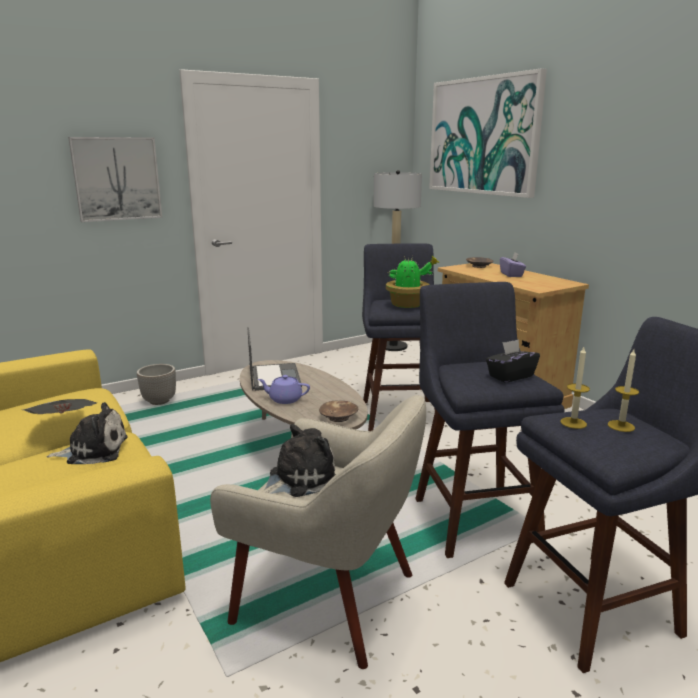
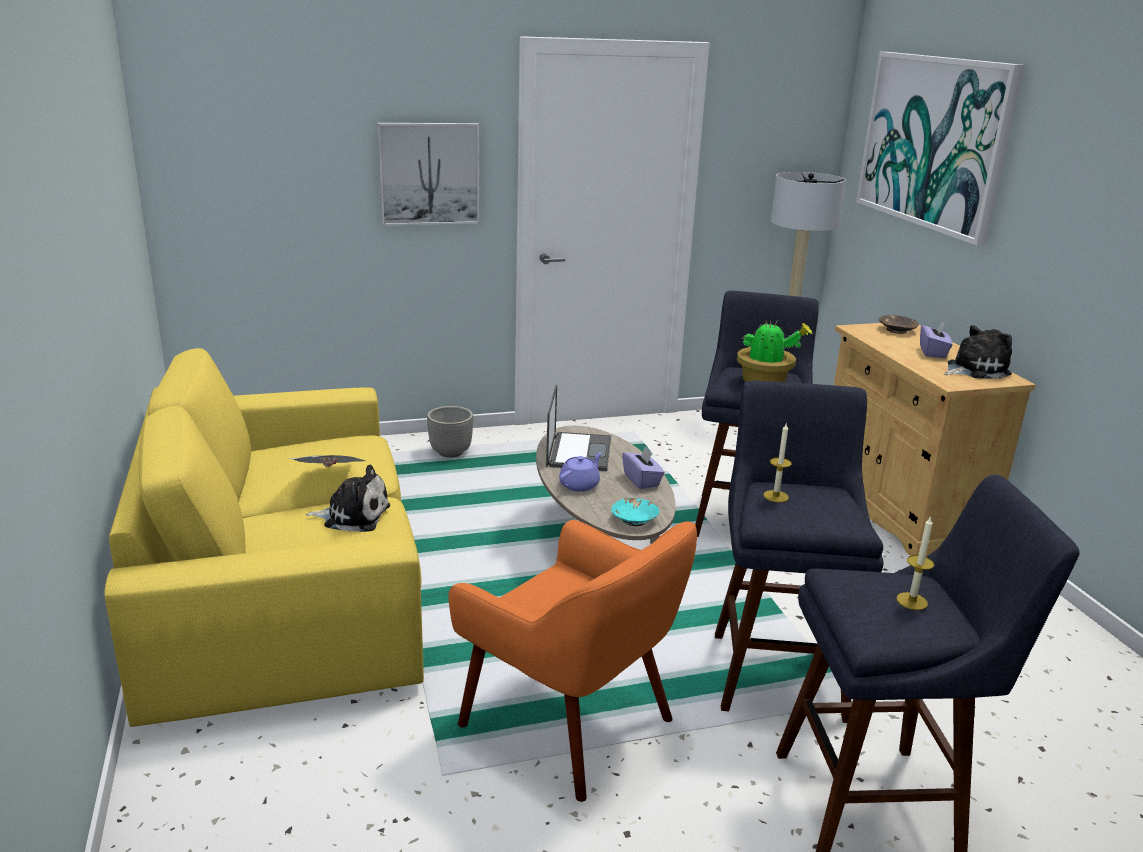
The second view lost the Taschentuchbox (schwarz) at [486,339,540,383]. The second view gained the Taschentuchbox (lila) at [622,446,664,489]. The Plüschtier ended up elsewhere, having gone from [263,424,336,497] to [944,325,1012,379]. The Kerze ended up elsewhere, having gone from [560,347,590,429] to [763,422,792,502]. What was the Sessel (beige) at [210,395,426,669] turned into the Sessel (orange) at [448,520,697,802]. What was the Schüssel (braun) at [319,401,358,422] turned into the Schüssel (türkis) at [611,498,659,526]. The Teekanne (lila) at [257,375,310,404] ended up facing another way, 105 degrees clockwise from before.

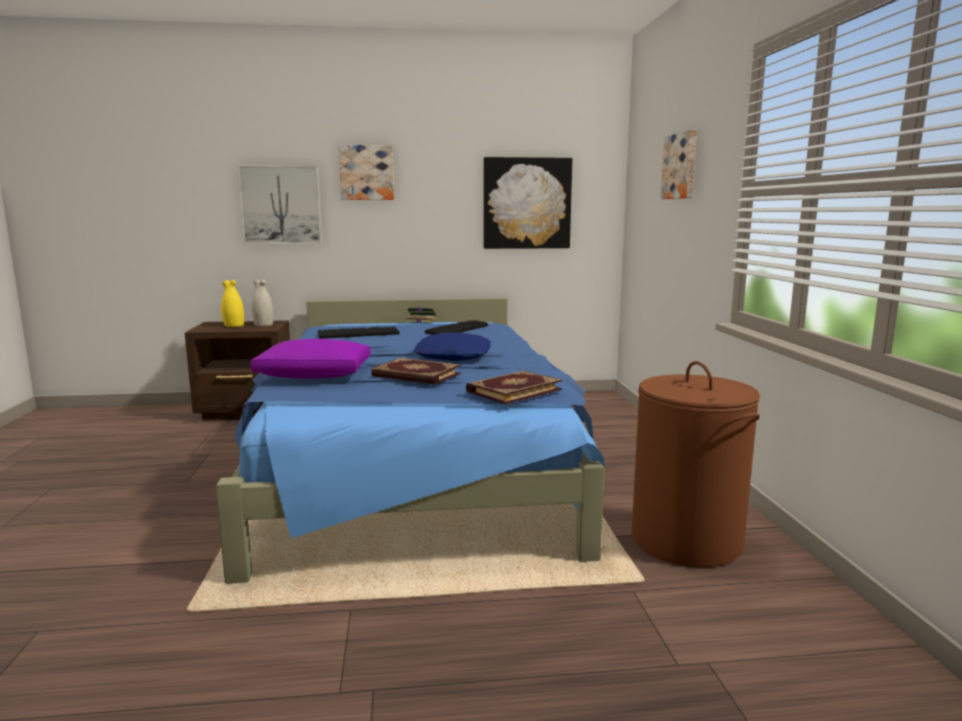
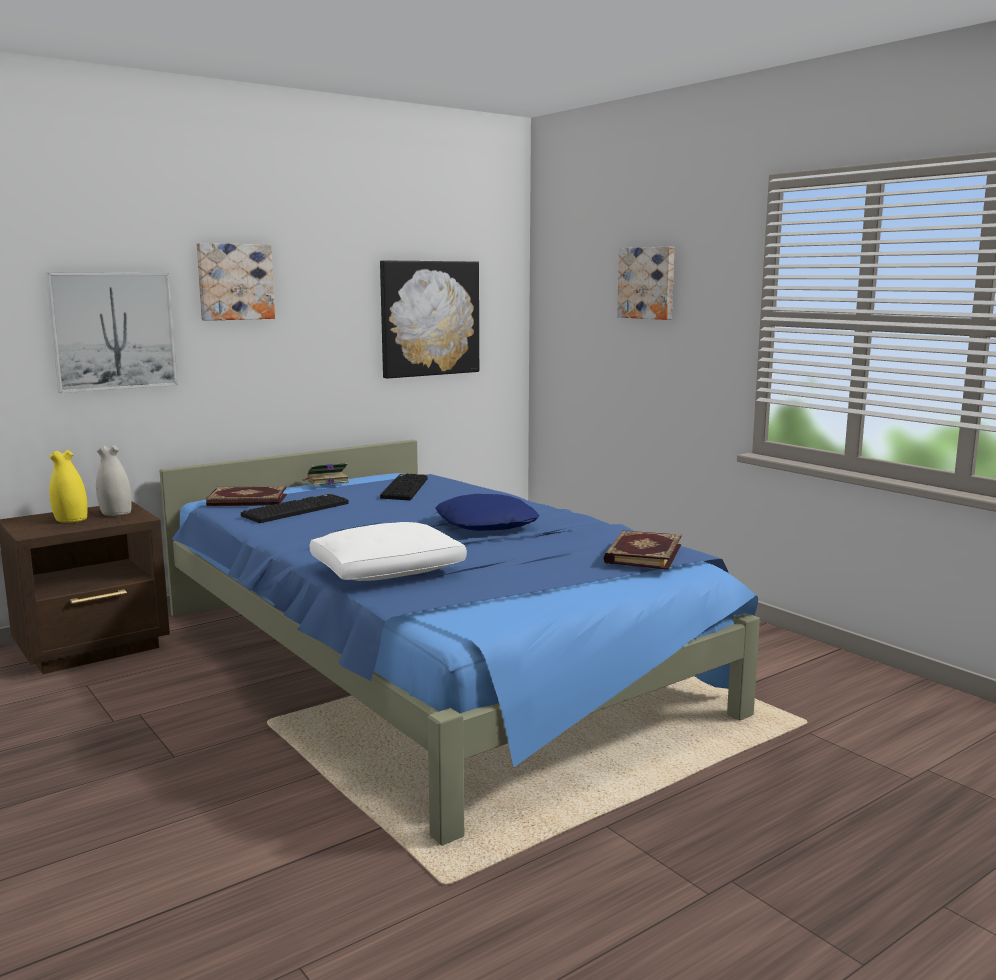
The second view lost the Wäschekorb (braun) at [631,361,760,567]. The Buch ended up elsewhere, having gone from [371,358,461,385] to [206,486,287,506]. What was the Kissen (lila) at [250,339,371,379] turned into the Kissen (weiß) at [310,522,467,581].

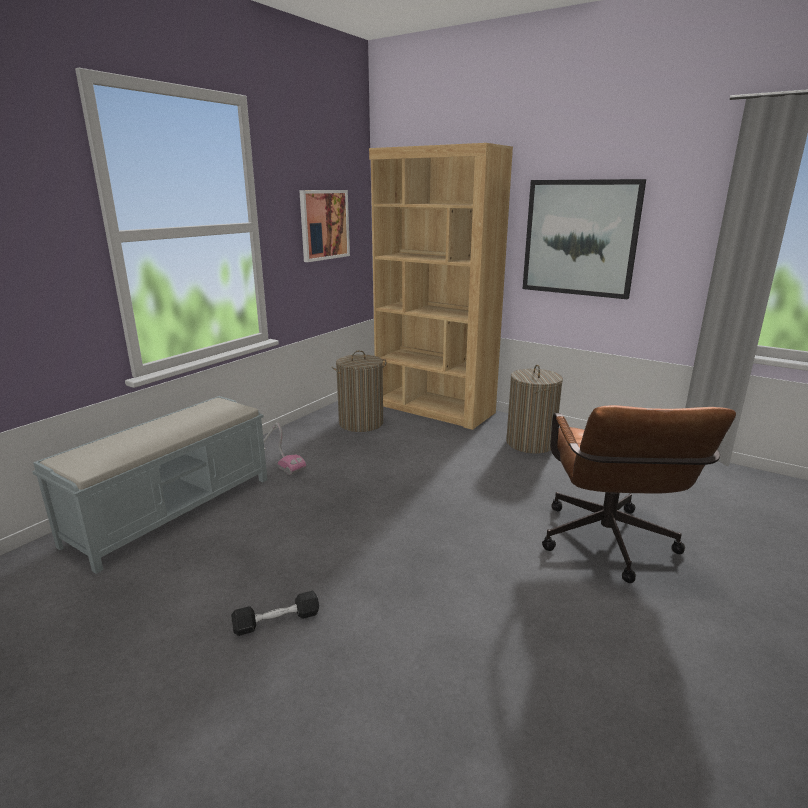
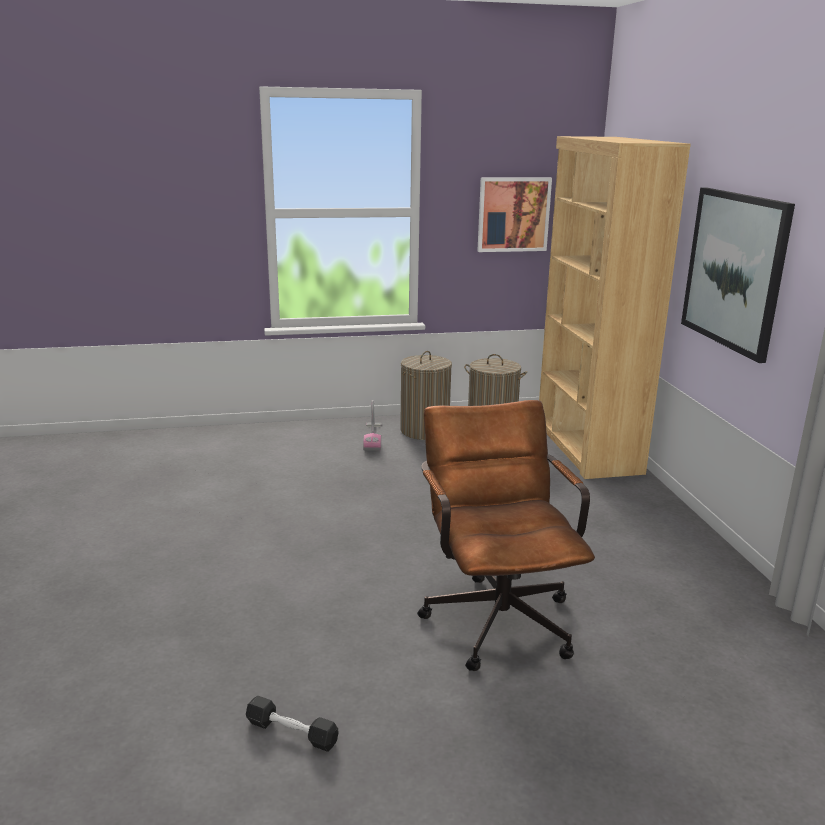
The second view lost the Bank (grau) at [32,396,267,574]. The Hantel (schwarz) ended up elsewhere, having gone from [231,591,319,636] to [246,696,339,752]. The Wäschekorb ended up elsewhere, having gone from [506,364,563,453] to [400,351,452,440]. The Bürostuhl (braun) at [542,405,736,583] ended up facing another way, 120 degrees clockwise from before.

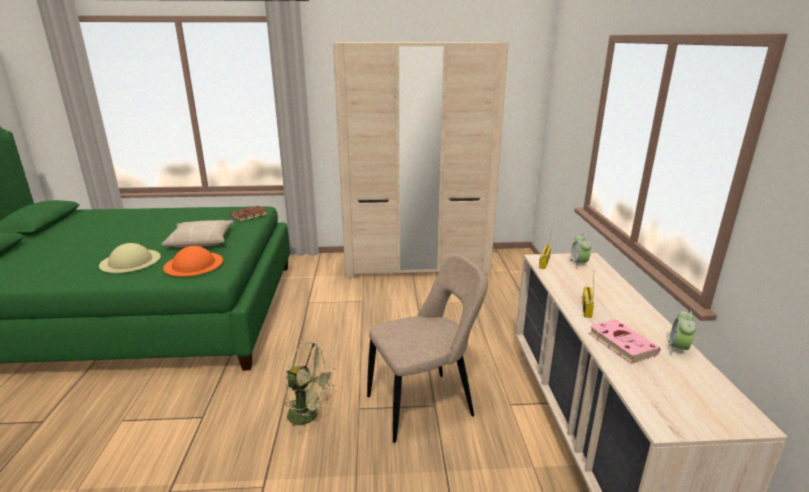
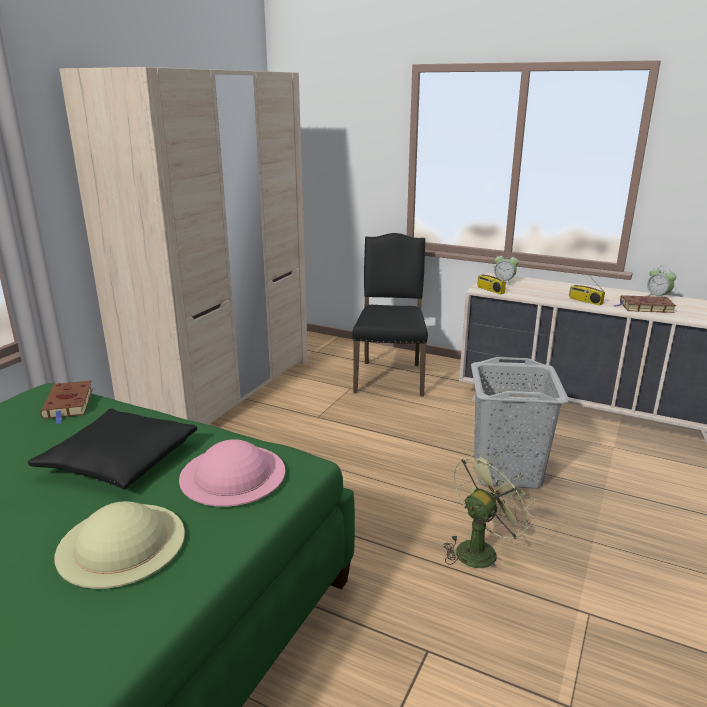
The second view gained the Stuhl (schwarz) at [352,233,428,396]. Where the Stuhl (beige) stood at [367,255,488,443], the Wäschekorb (grau) came to stand at [471,357,569,489]. What was the Kissen (beige) at [162,220,234,247] turned into the Kissen (schwarz) at [28,408,197,489]. What was the Hut (orange) at [163,246,223,277] turned into the Hut (rosa) at [179,439,285,507]. What was the Buch (rosa) at [589,319,661,364] turned into the Buch (braun) at [614,295,676,313].

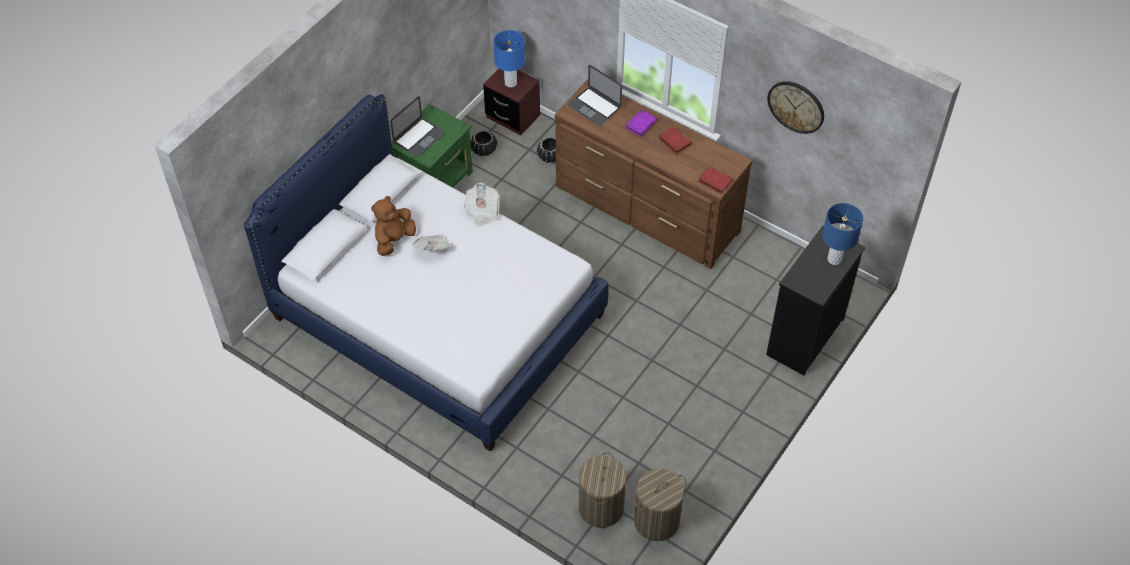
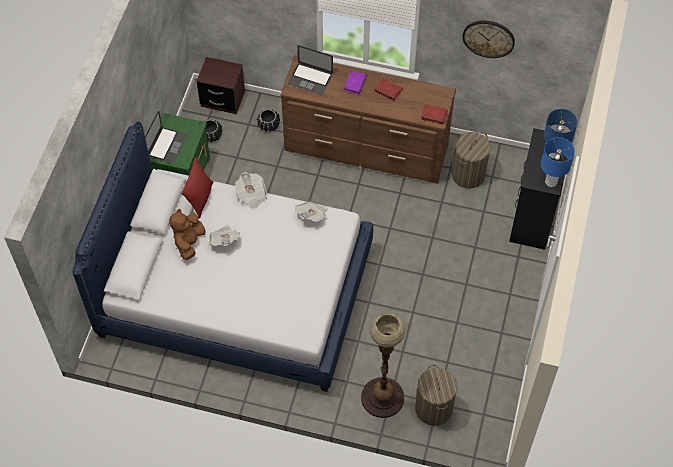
The second view gained the Kissen (rot) at [181,157,214,219]. The second view gained the Zeitung at [295,201,328,222]. The second view gained the Stehlampe at [361,313,406,418]. The Tischlampe (blau) ended up elsewhere, having gone from [494,30,525,87] to [541,137,575,187]. The Wäschekorb ended up elsewhere, having gone from [634,469,686,541] to [452,132,491,188].

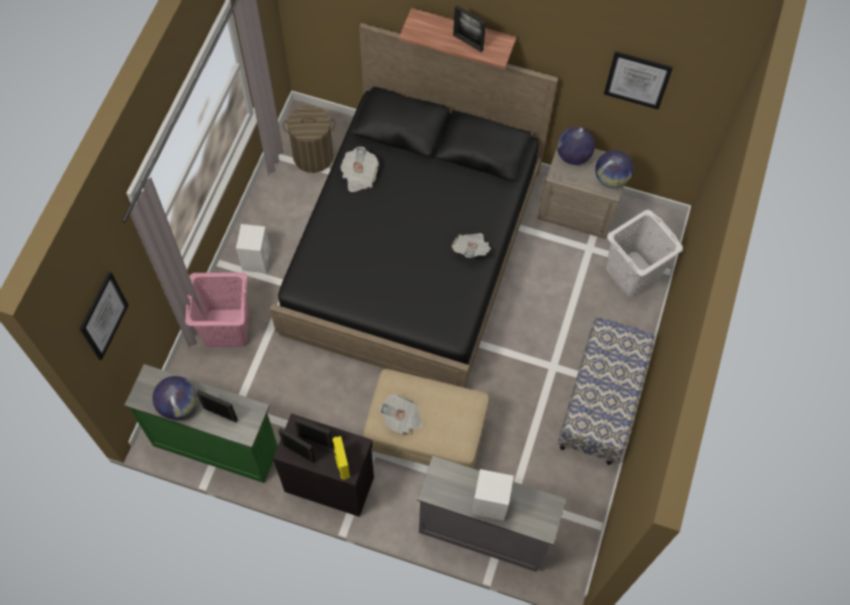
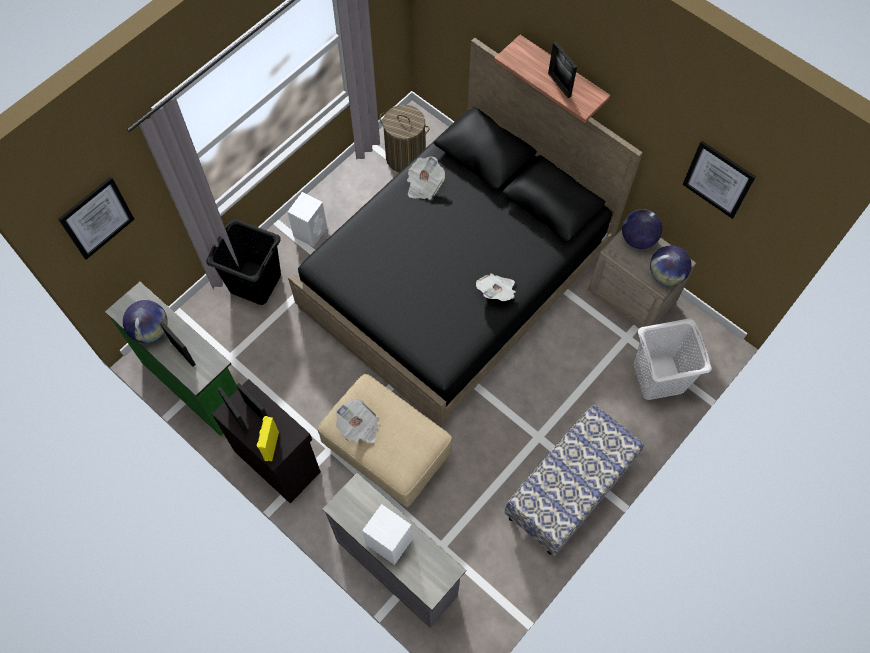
What was the Wäschekorb (rosa) at [185,273,249,347] turned into the Wäschekorb (schwarz) at [206,219,281,305].

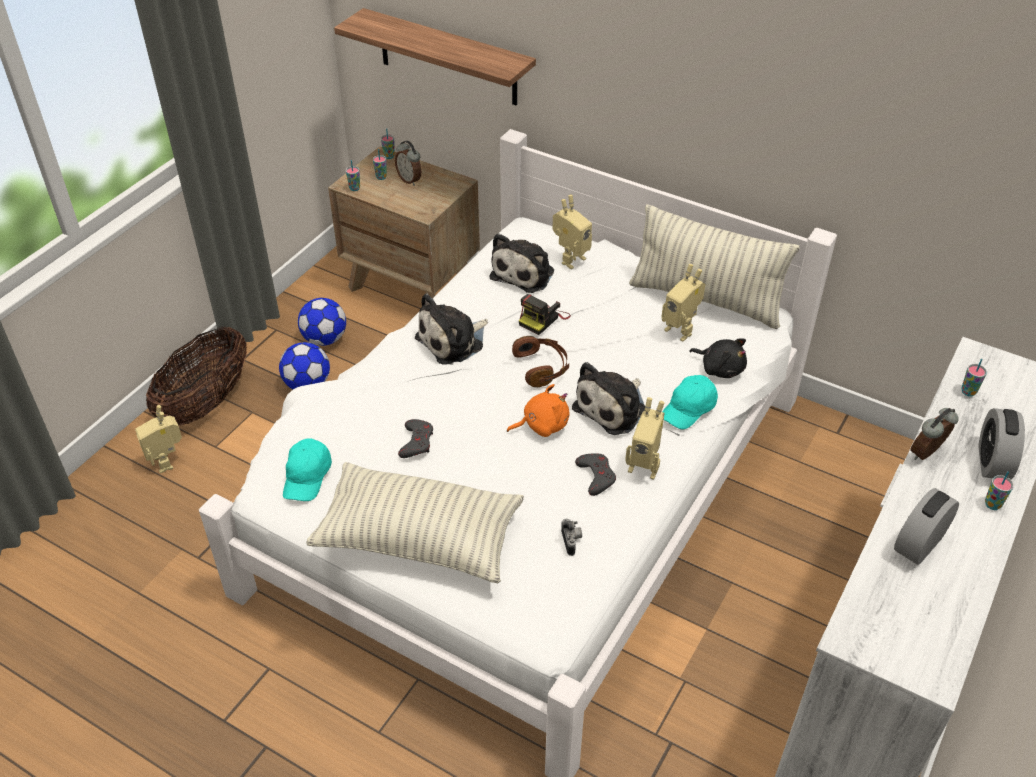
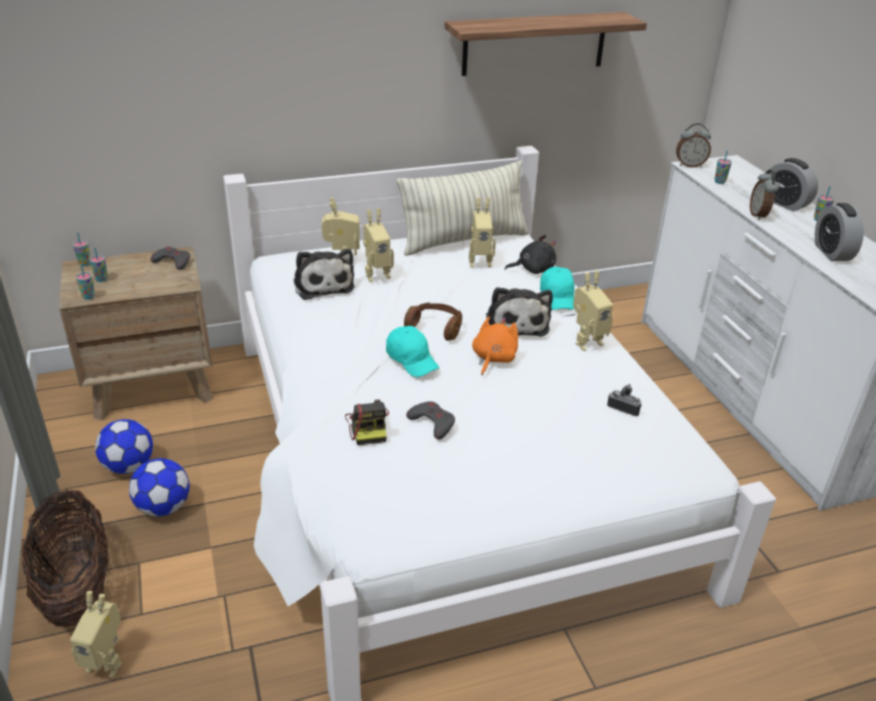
The second view lost the Kissen at [306,462,524,583]. The second view lost the Plüschtier at [415,294,488,365]. The second view gained the Spielzeugroboter at [363,208,394,282]. The Kappe (türkis) ended up elsewhere, having gone from [283,438,332,501] to [386,326,439,377]. The Wandregal ended up elsewhere, having gone from [334,8,536,105] to [444,12,647,76]. The Wecker ended up elsewhere, having gone from [395,141,422,186] to [676,123,711,167]. The Kamera ended up elsewhere, having gone from [519,294,571,335] to [345,399,389,445]. The Gamepad (grau) ended up elsewhere, having gone from [575,453,616,496] to [150,246,190,270].

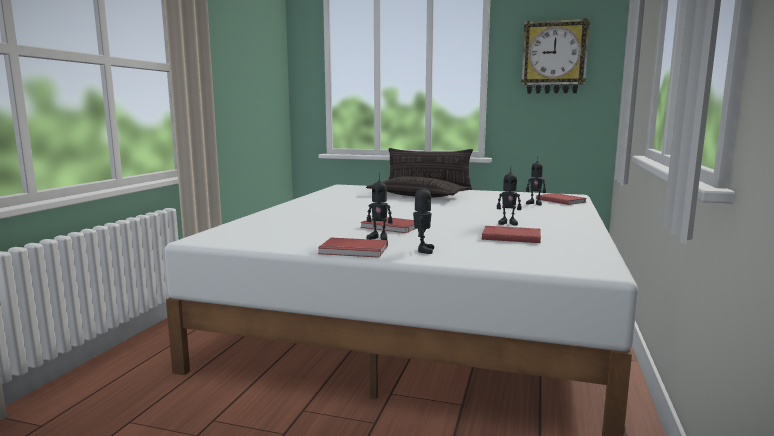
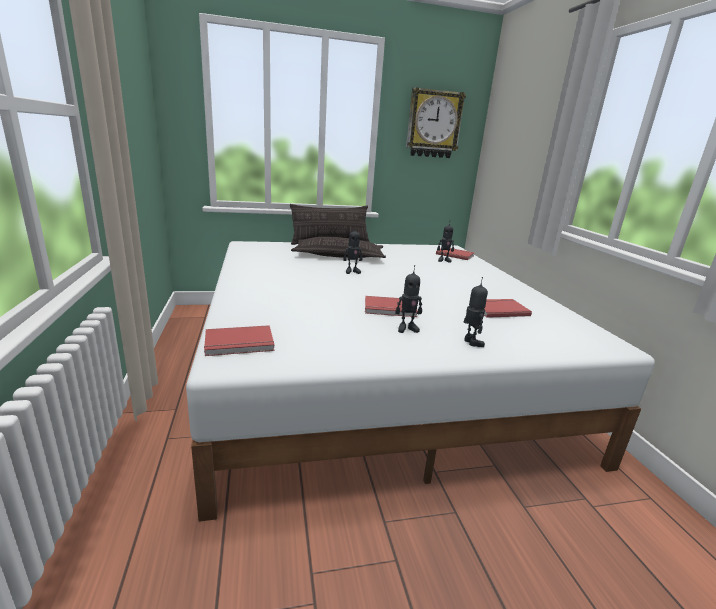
The Buch (rot) ended up elsewhere, having gone from [318,238,388,258] to [204,325,274,356]. The Spielzeugroboter ended up elsewhere, having gone from [497,171,521,226] to [343,225,363,274].

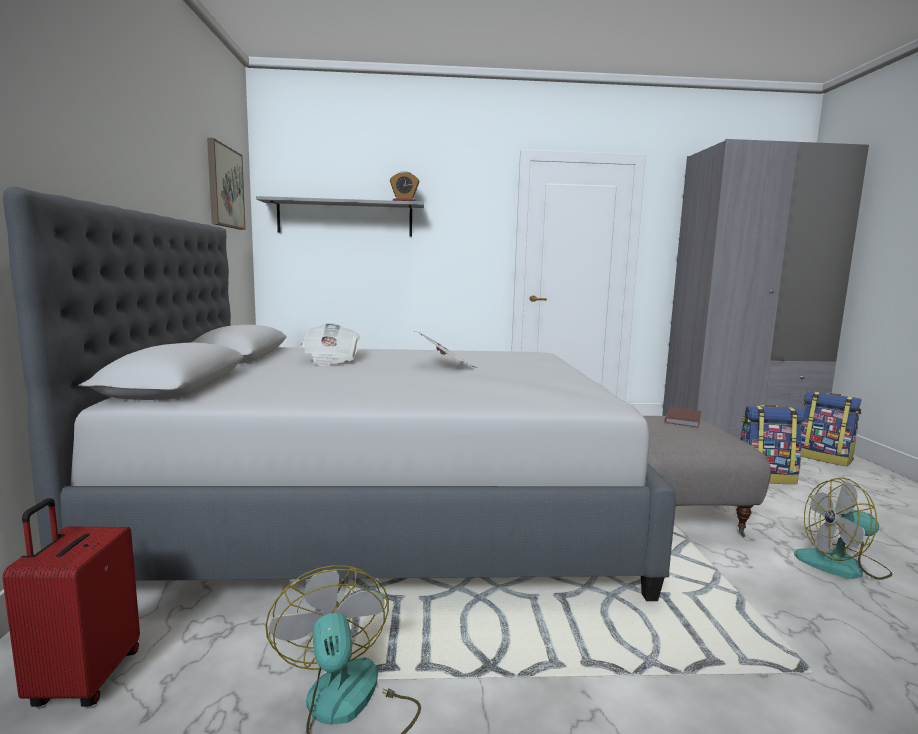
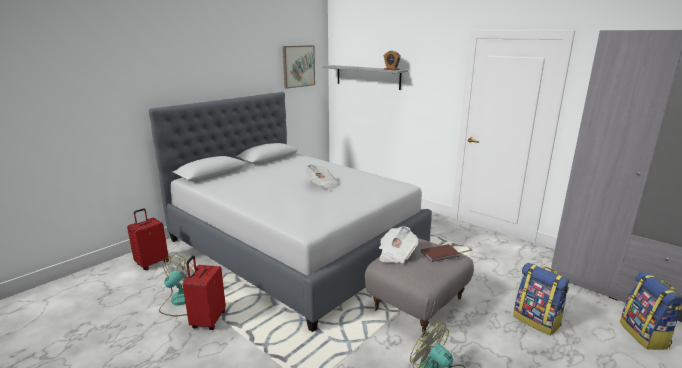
The second view gained the Koffer (rot) at [183,256,226,330]. The Zeitung ended up elsewhere, having gone from [301,323,360,366] to [379,226,418,263].

